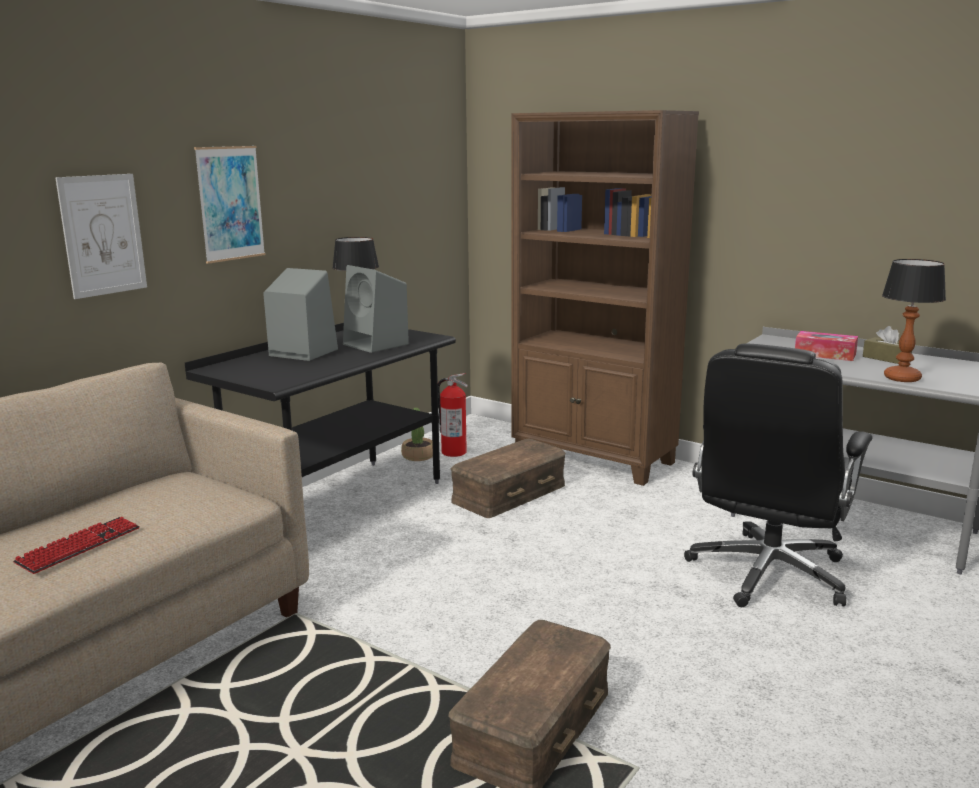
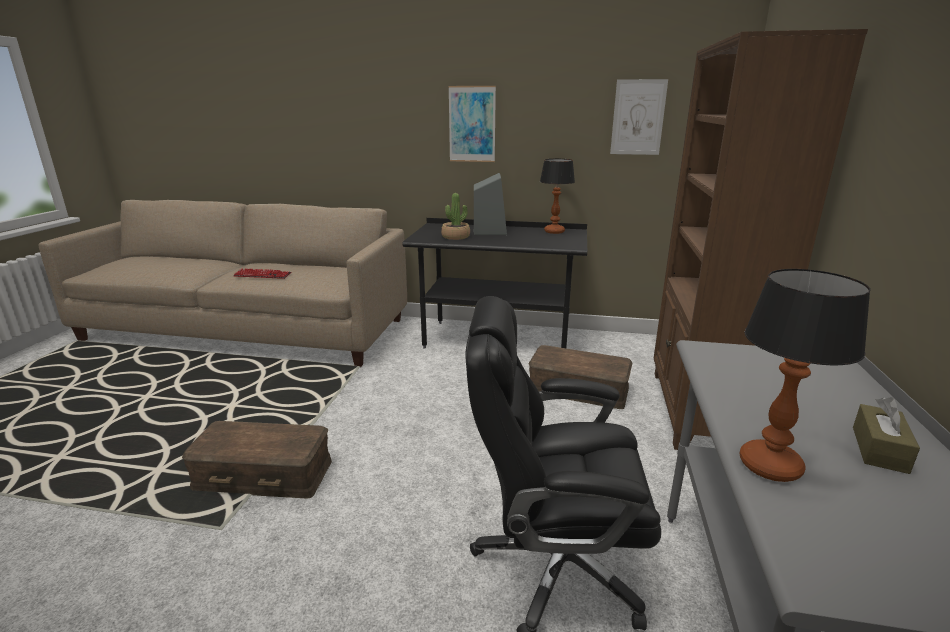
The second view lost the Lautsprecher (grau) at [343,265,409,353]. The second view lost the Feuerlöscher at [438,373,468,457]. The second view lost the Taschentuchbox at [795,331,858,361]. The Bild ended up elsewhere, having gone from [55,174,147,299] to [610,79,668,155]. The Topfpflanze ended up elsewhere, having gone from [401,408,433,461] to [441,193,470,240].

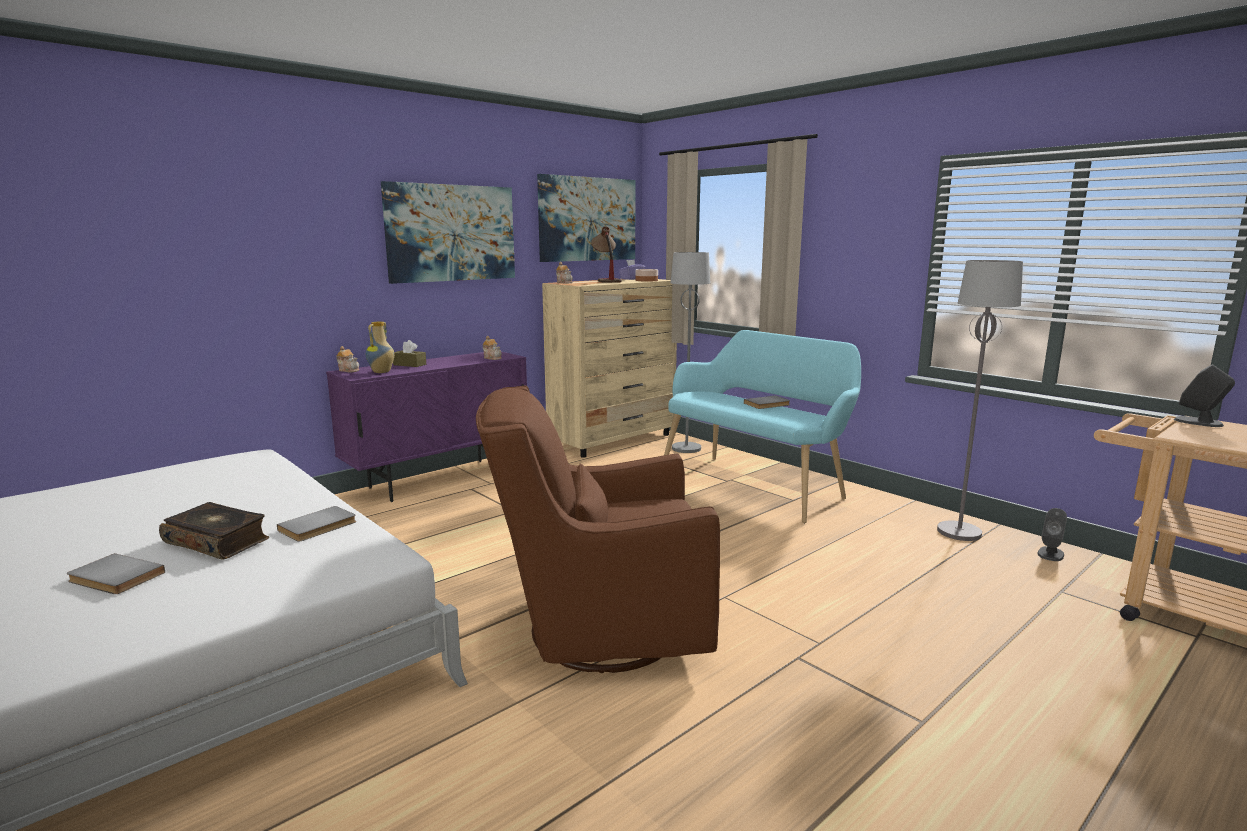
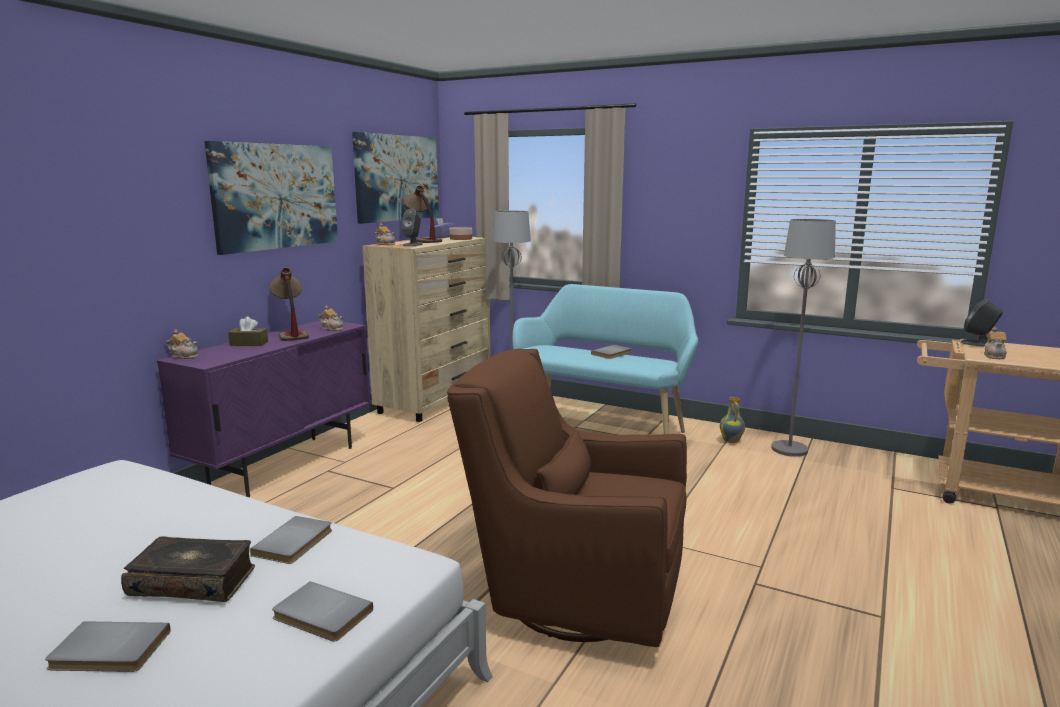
The second view gained the Tischlampe at [269,267,309,341]. The second view gained the Buch (grau) at [272,581,373,641]. The second view gained the Teekanne at [984,327,1007,359]. The Vase ended up elsewhere, having gone from [366,322,395,373] to [720,396,745,443]. The Lautsprecher (grau) ended up elsewhere, having gone from [1037,508,1067,561] to [401,209,423,246]. The Sessel (braun) at [476,385,720,673] ended up facing another way, 45 degrees clockwise from before.

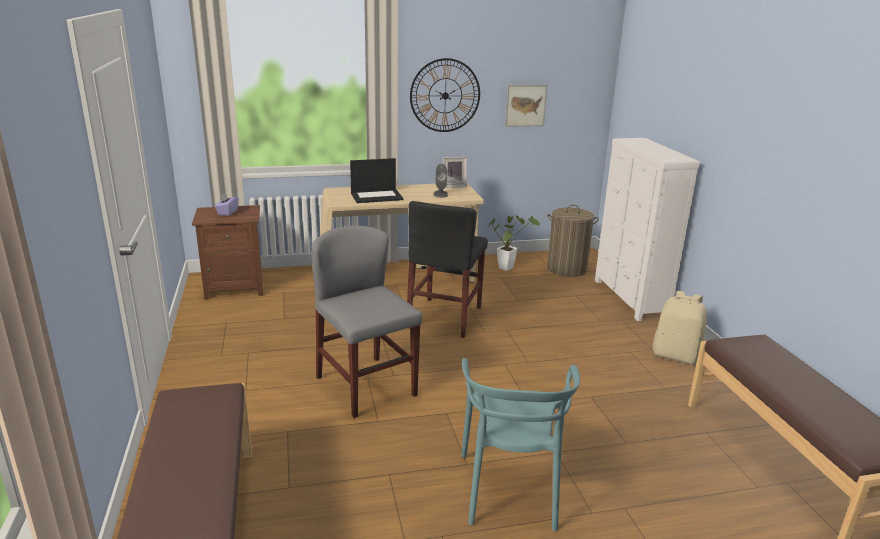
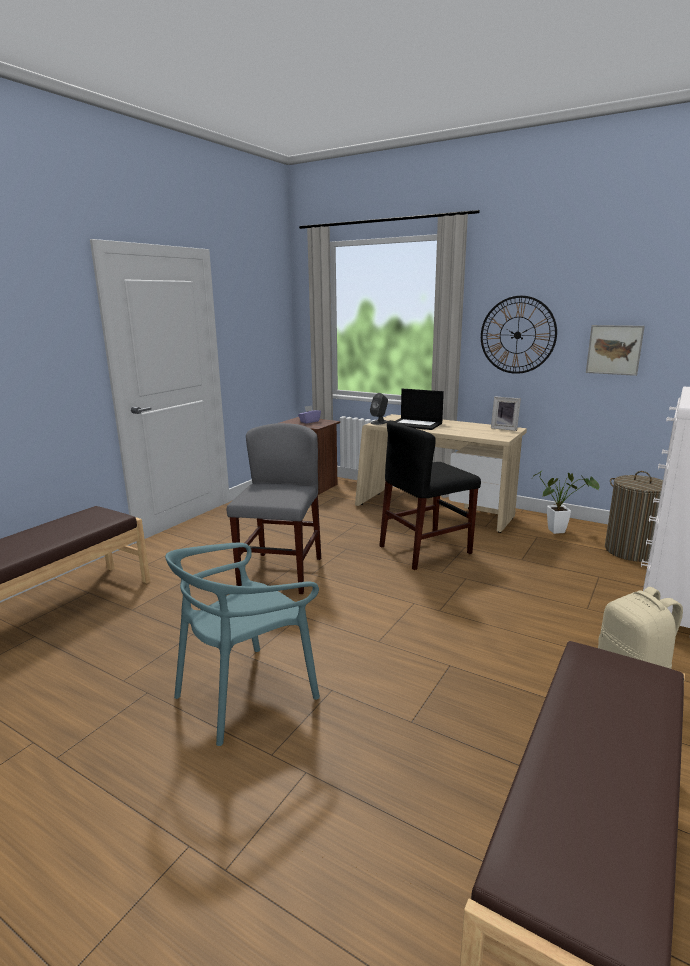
The Lautsprecher (grau) ended up elsewhere, having gone from [434,164,448,198] to [370,393,388,425].

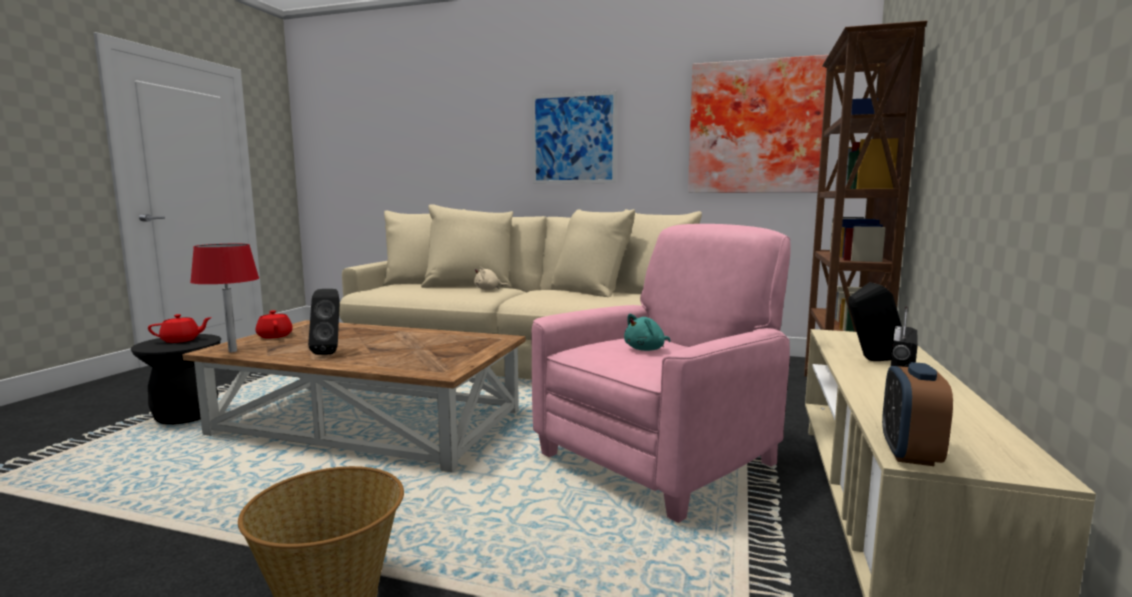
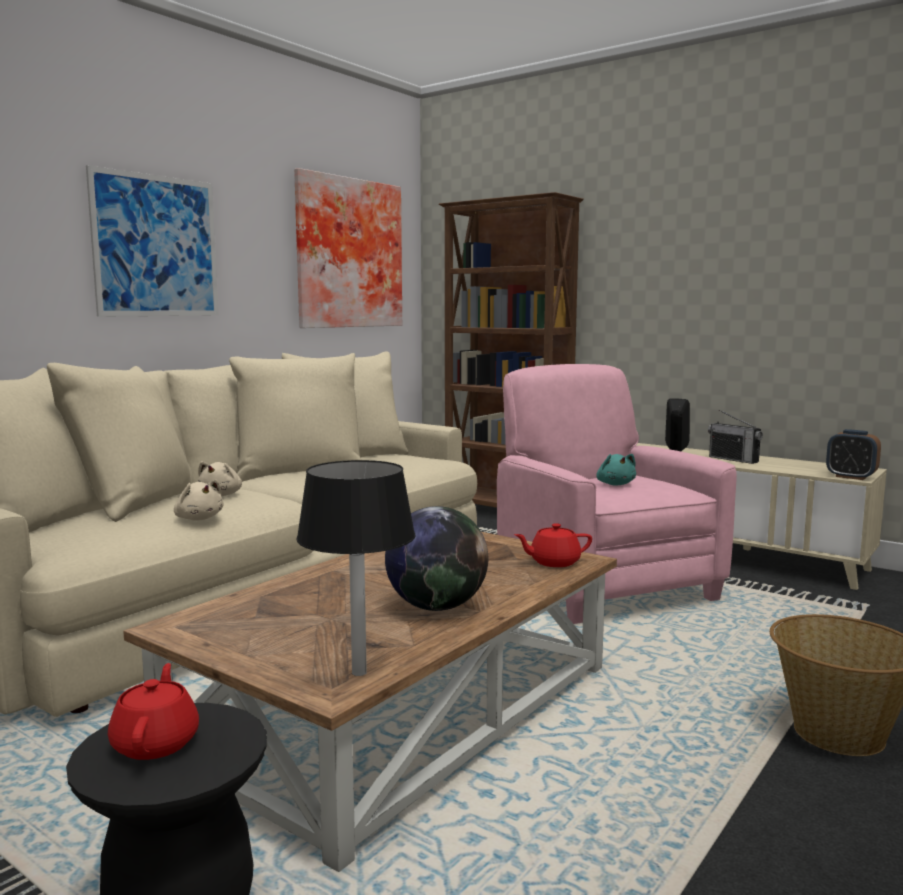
The second view gained the Plüschtier (beige) at [174,480,223,521]. The Teekanne (rot) ended up elsewhere, having gone from [255,310,293,339] to [514,523,592,567]. Where the Lautsprecher (schwarz) stood at [308,289,340,355], the Globus came to stand at [385,506,488,611]. What was the Tischlampe (rot) at [190,244,259,352] turned into the Tischlampe (schwarz) at [296,460,416,676].

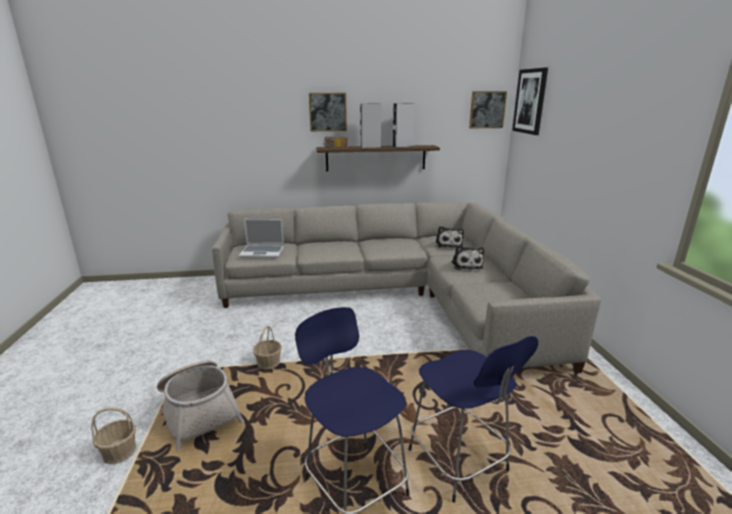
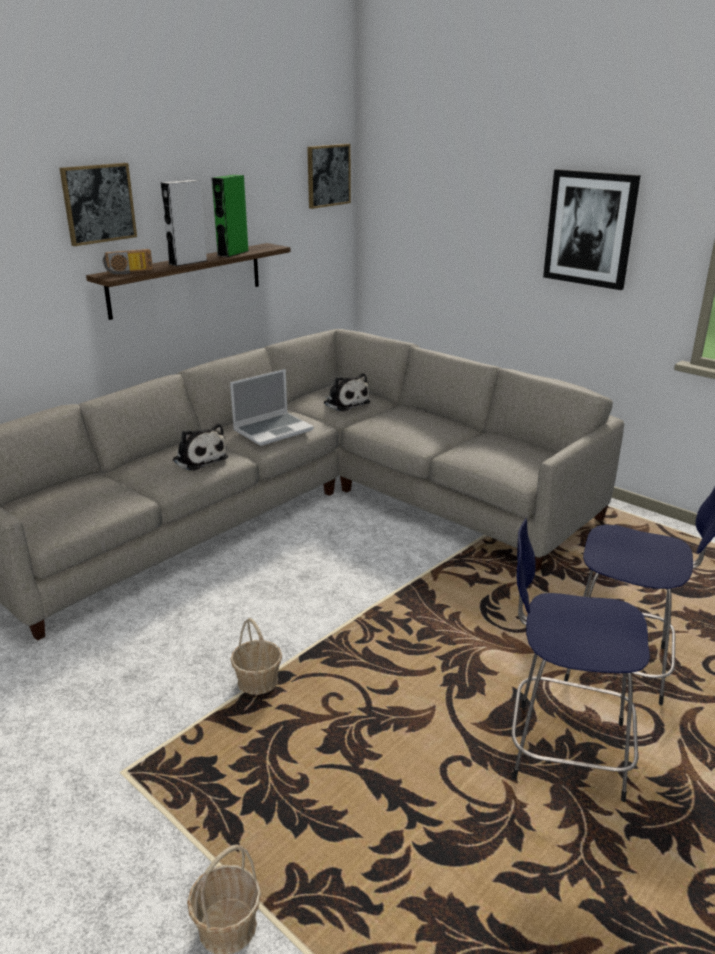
The second view lost the Korb at [157,360,244,451]. The Laptop ended up elsewhere, having gone from [239,219,284,258] to [230,369,314,446]. The Plüschtier ended up elsewhere, having gone from [451,245,484,270] to [173,423,228,471]. The Bild ended up elsewhere, having gone from [512,68,548,135] to [543,169,641,290]. What was the Lautsprecher (grau) at [393,103,415,148] turned into the Lautsprecher (grün) at [212,175,248,257].

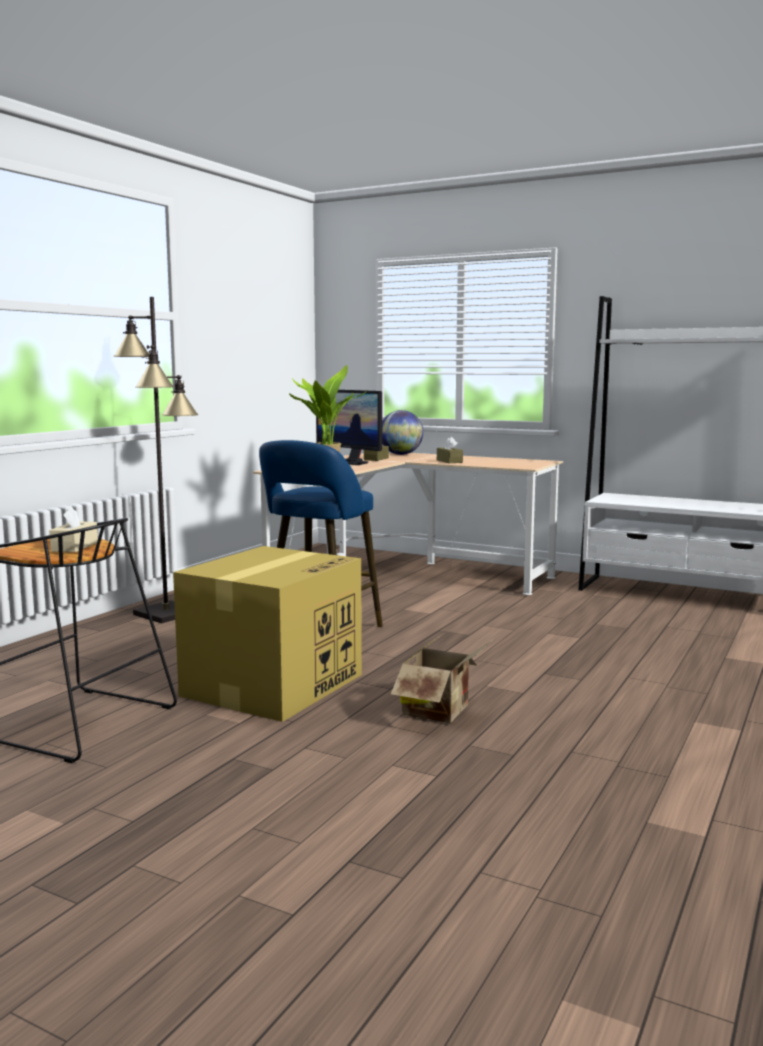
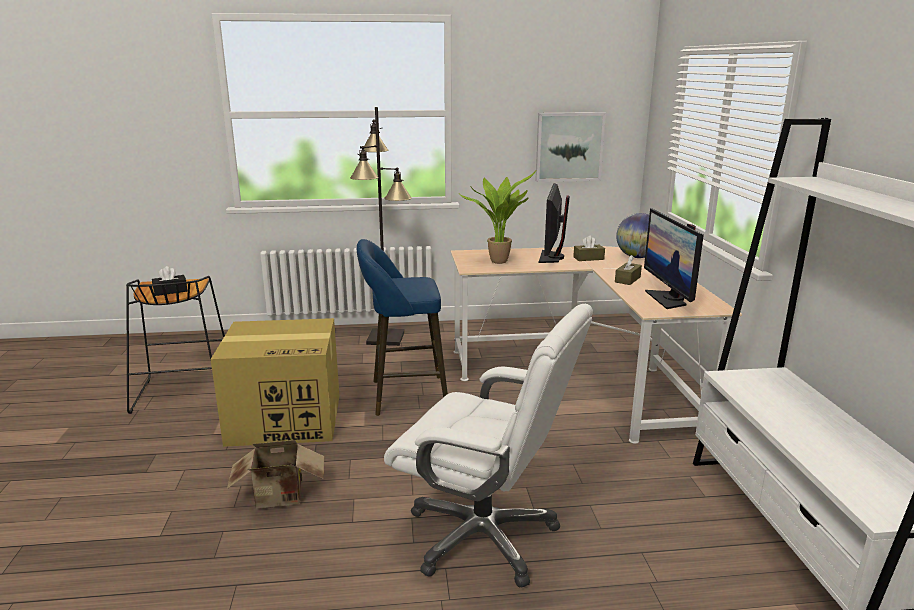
The second view gained the Bürostuhl (weiß) at [384,304,593,588]. The second view gained the Bild at [535,112,606,182]. The second view gained the Monitor at [644,209,704,309]. What was the Taschentuchbox (beige) at [49,505,98,552] turned into the Taschentuchbox (schwarz) at [152,266,188,296].

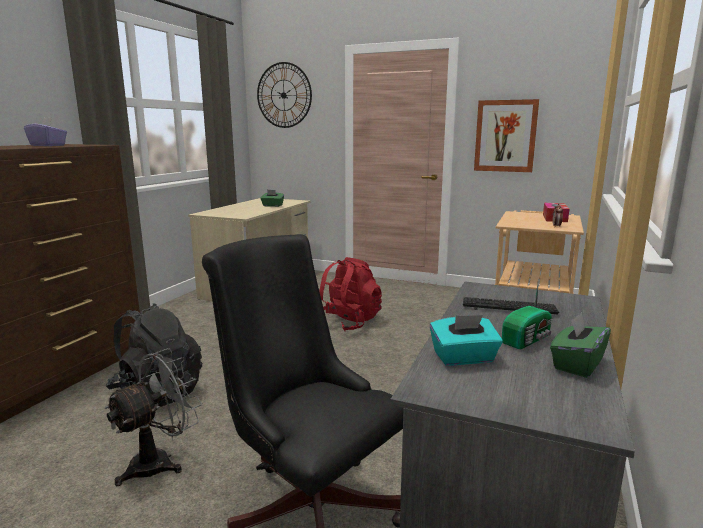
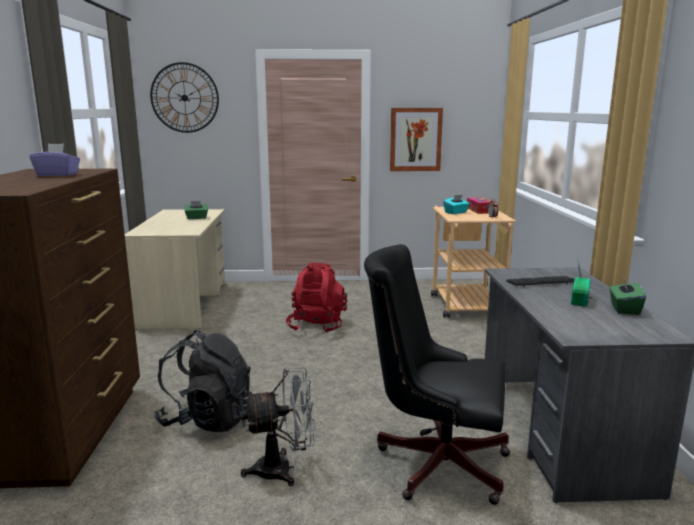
The Taschentuchbox (türkis) ended up elsewhere, having gone from [430,315,503,366] to [443,195,470,214]. The Ventilator (grau) at [104,348,202,486] ended up facing another way, 60 degrees clockwise from before.

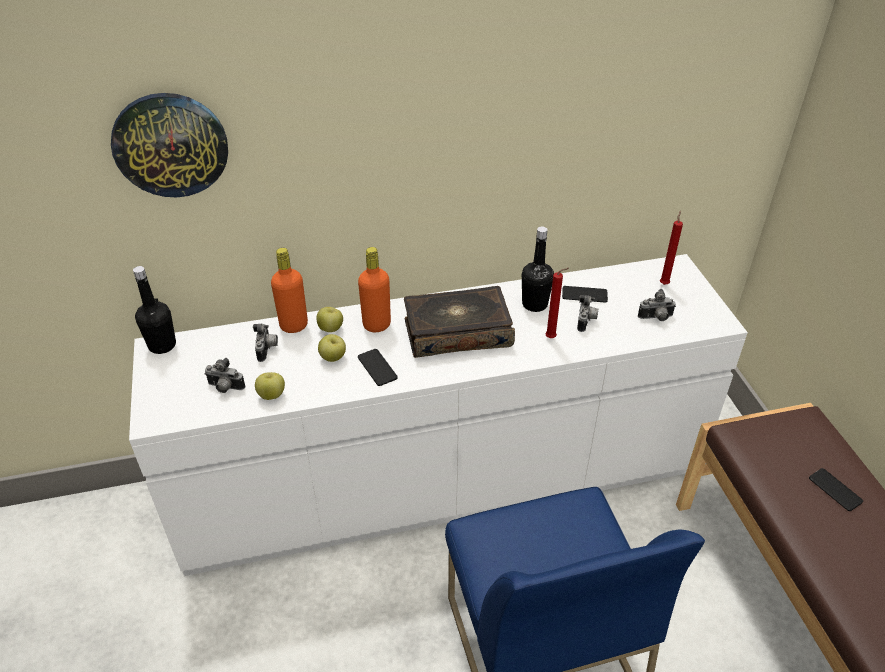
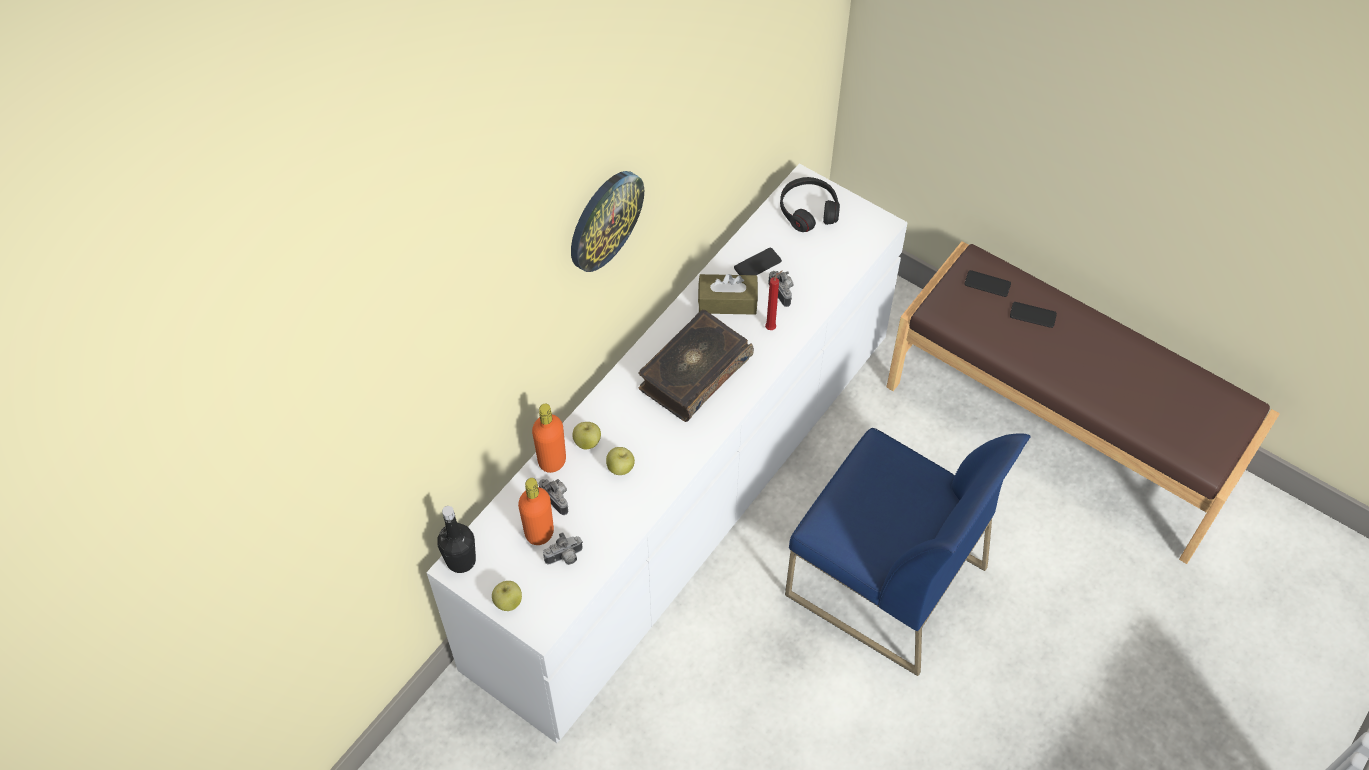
The second view lost the Kamera at [638,289,676,321]. The Wanduhr ended up elsewhere, having gone from [111,93,228,197] to [571,171,644,272]. The Apfel ended up elsewhere, having gone from [255,372,285,400] to [492,581,522,611]. The Flasche (orange) ended up elsewhere, having gone from [358,247,391,332] to [518,478,554,545]. The Handy ended up elsewhere, having gone from [358,349,398,386] to [965,270,1011,297]. Where the Flasche (schwarz) stood at [522,227,554,312], the Taschentuchbox (braun) came to stand at [698,274,758,315]. Where the Kerze (rot) stood at [660,211,683,285], the Kopfhörer (schwarz) came to stand at [780,177,840,232].

